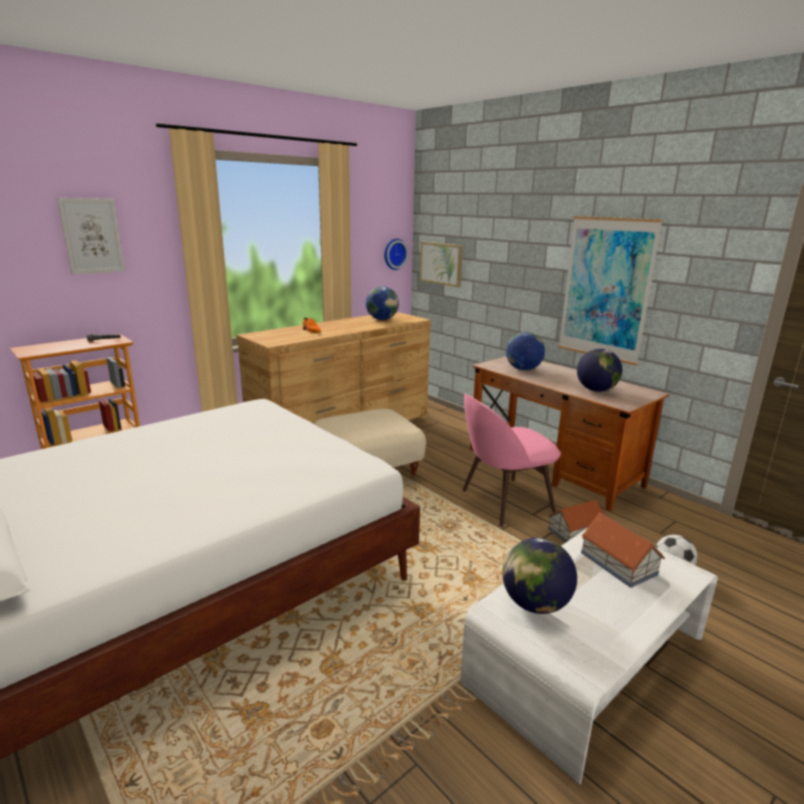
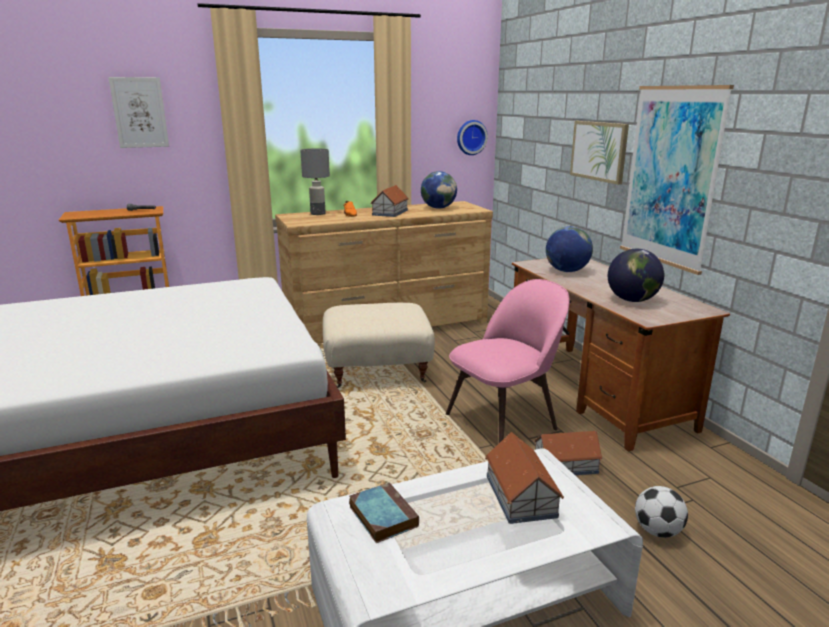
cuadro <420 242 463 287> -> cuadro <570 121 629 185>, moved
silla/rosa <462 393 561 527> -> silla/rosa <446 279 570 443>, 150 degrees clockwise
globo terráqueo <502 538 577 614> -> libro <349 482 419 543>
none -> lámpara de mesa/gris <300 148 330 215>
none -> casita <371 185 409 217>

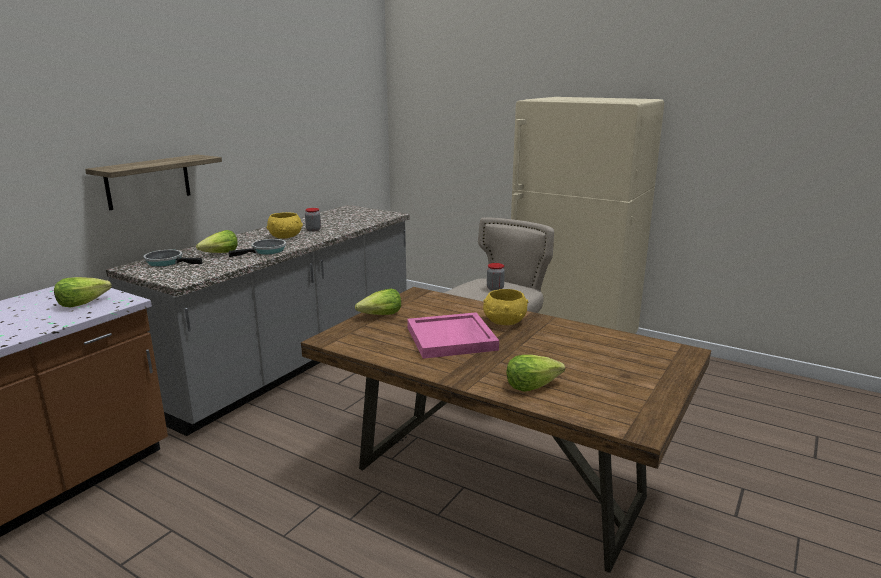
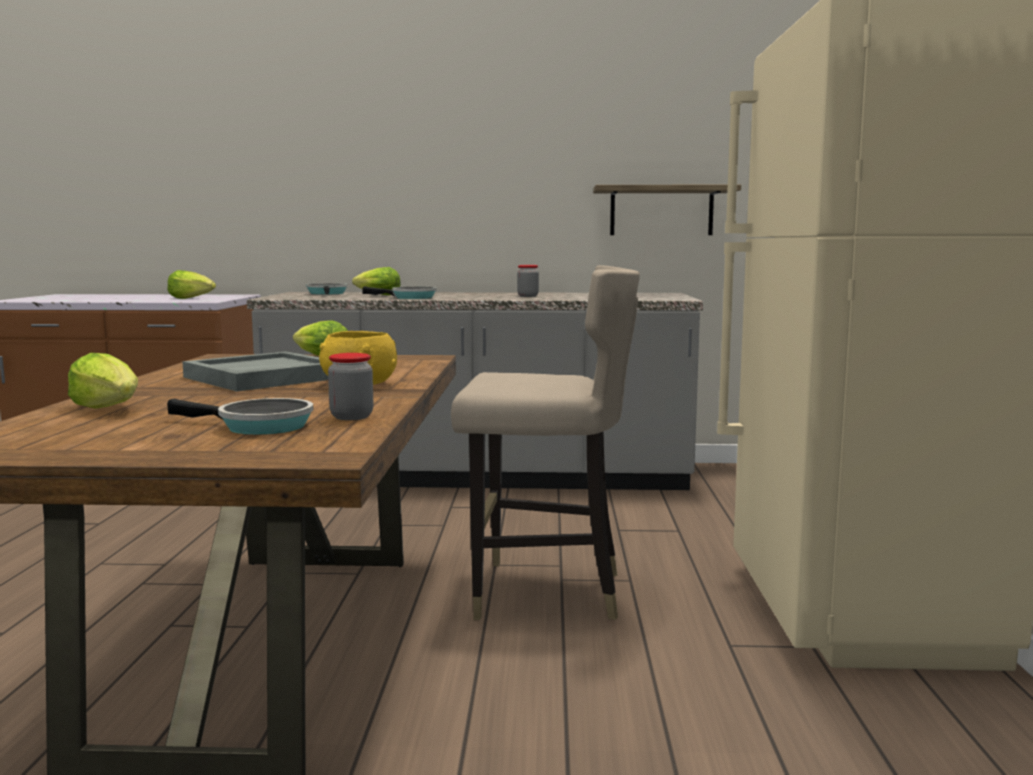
estante <85 155 222 210> -> estante <593 184 741 235>, moved
cuenco/amarillo <267 212 303 239> -> none
tarro <487 263 505 291> -> tarro <328 353 373 420>, moved
bandeja/rosa <407 312 499 359> -> bandeja/gris <182 352 328 391>
none -> sartén <167 398 313 435>

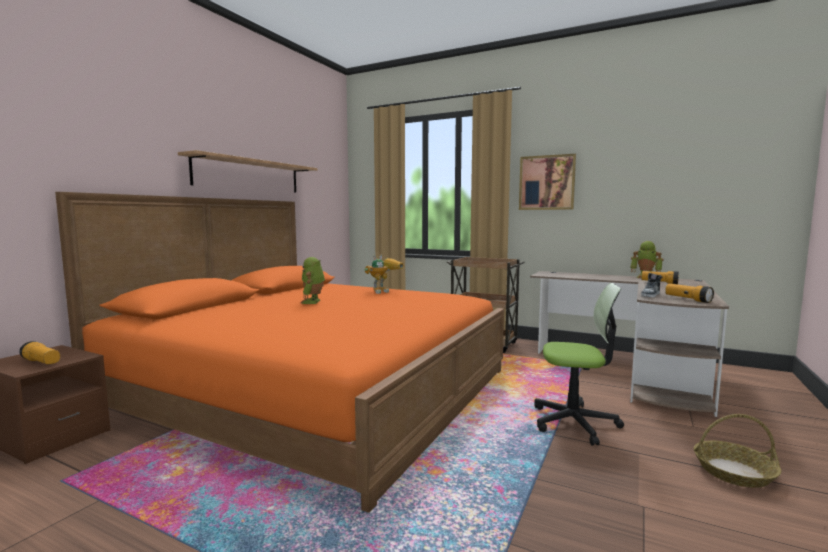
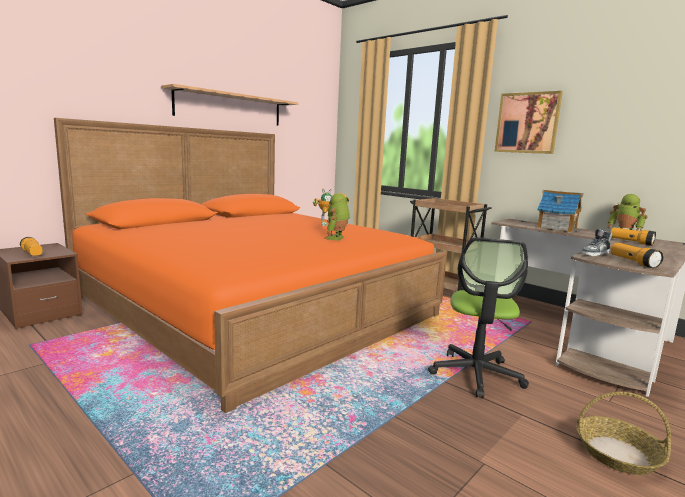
robot de juguete <300 257 325 304> -> robot de juguete <324 193 350 241>, moved
silla de oficina <534 283 624 446> -> silla de oficina <428 237 529 398>, 75 degrees clockwise
none -> casita <537 190 583 233>

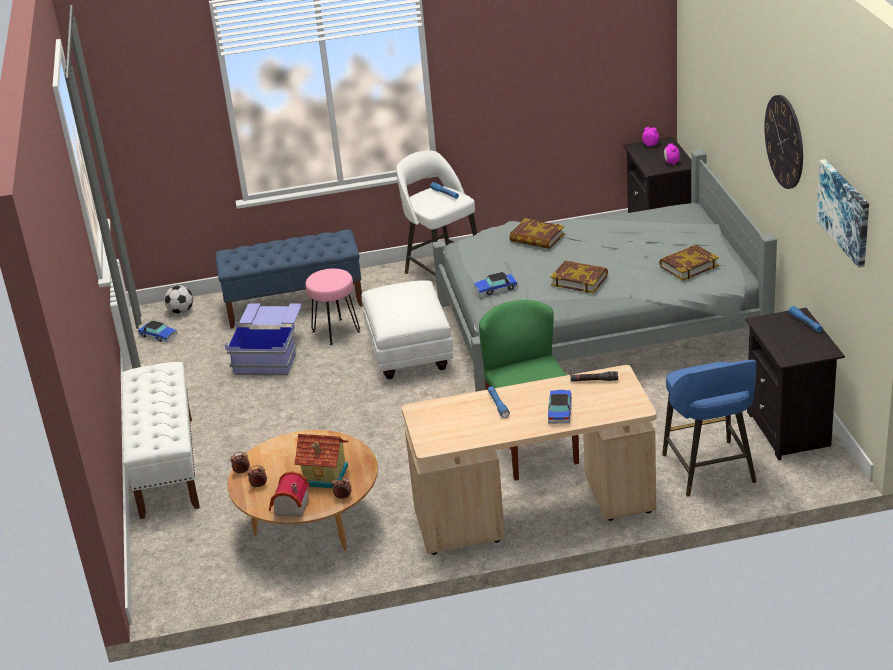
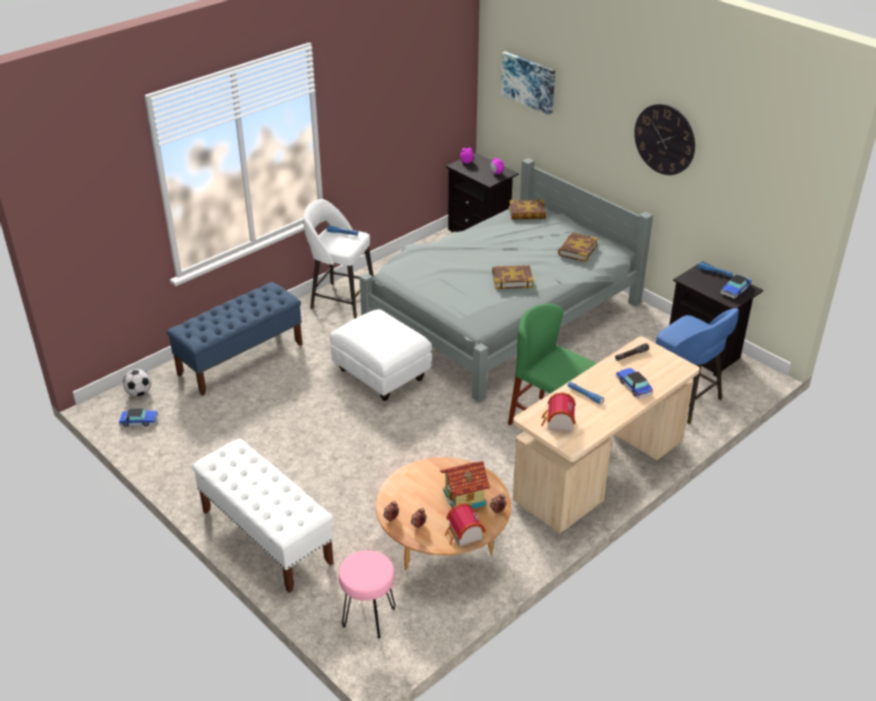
cuadro <816 159 869 268> -> cuadro <501 52 555 115>, moved
libro <510 218 565 249> -> libro <509 199 546 220>, moved
taburete/rosa <305 268 360 345> -> taburete/rosa <339 551 395 638>, moved
coche de juguete <474 272 518 296> -> coche de juguete <720 274 752 299>, moved
caja de almacenaje/azul <225 303 302 375> -> none
none -> casita <541 392 576 432>

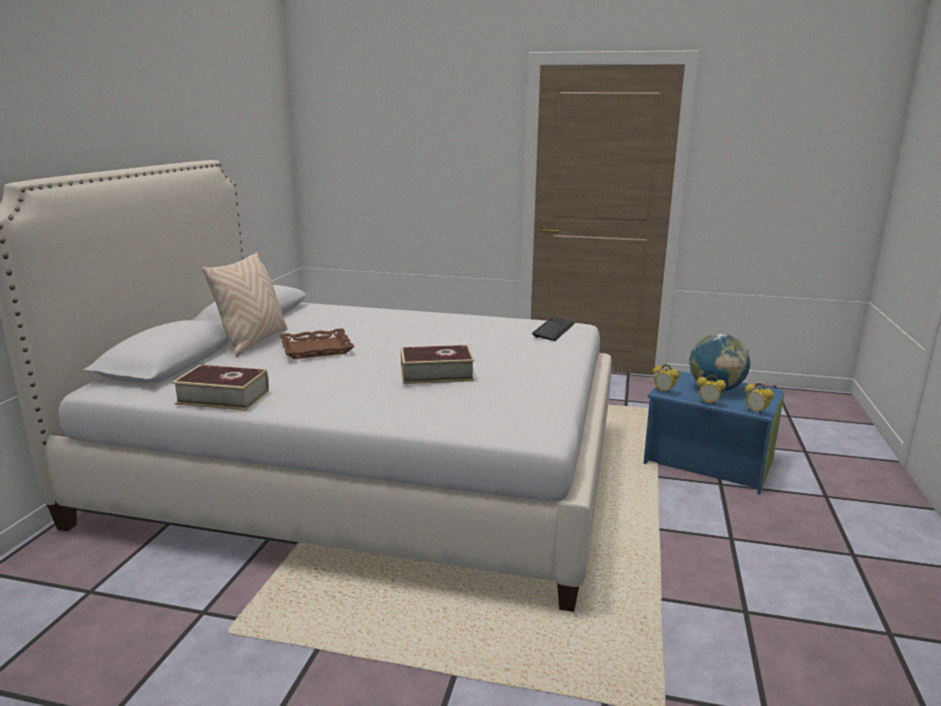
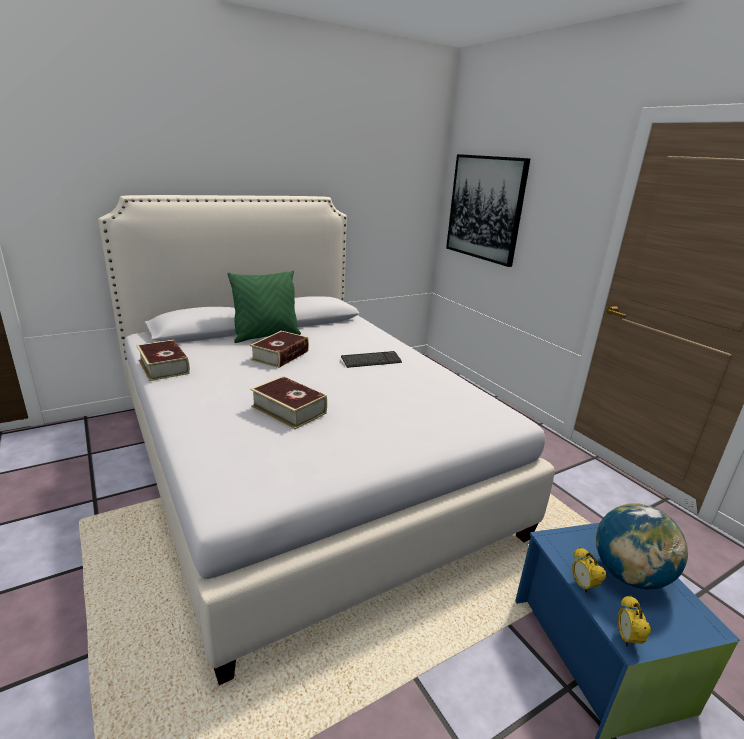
cojín/beis <202 252 288 357> -> cojín/verde <228 271 301 343>
teclado <532 316 575 341> -> teclado <341 351 402 368>, moved
bandeja/marrón <279 328 355 359> -> libro <250 331 309 368>
despertador <653 364 680 394> -> none
none -> cuadro <446 154 530 267>

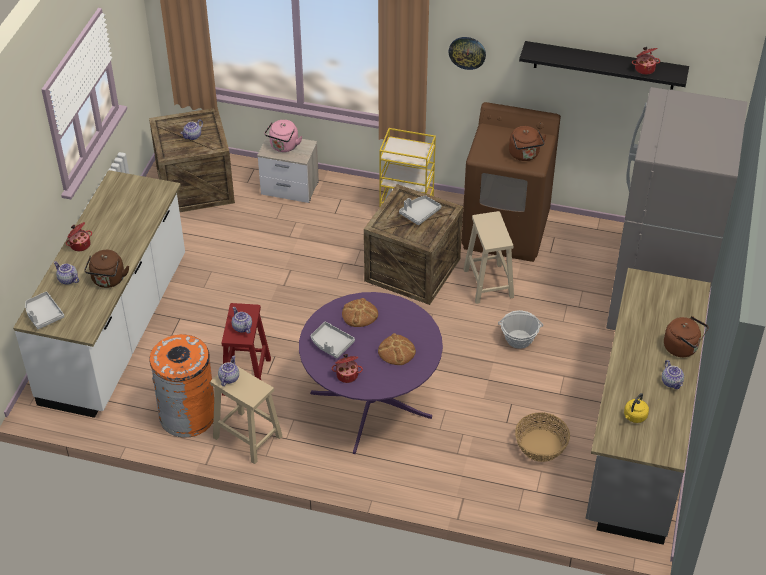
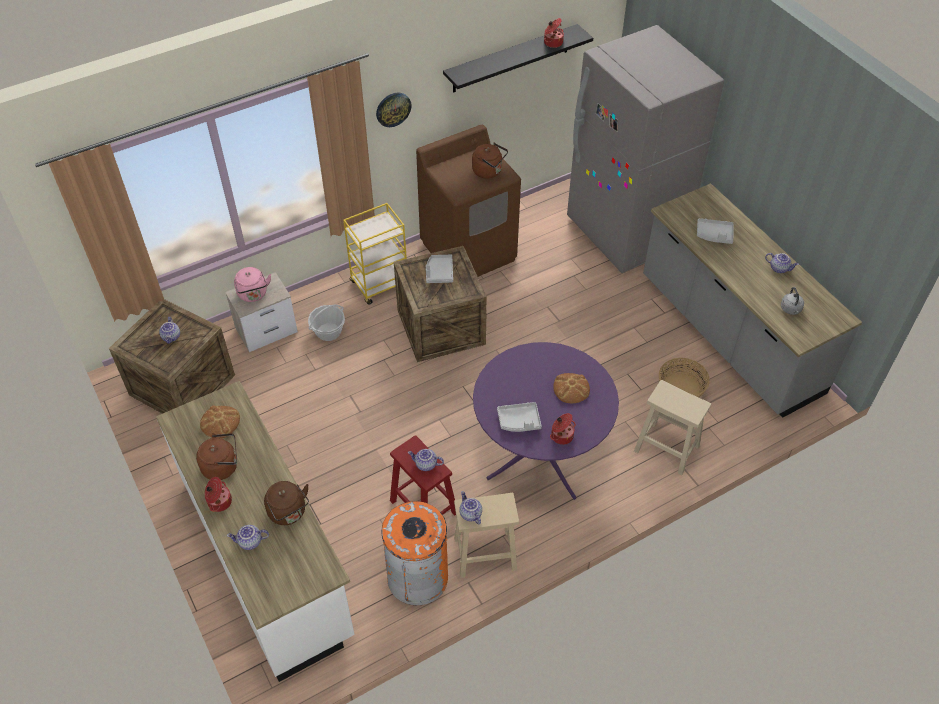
taburete/beis <463 211 514 304> -> taburete/beis <634 380 711 476>, moved
bandeja/gris <25 291 64 329> -> bandeja/gris <697 218 734 244>, moved
pan <342 298 378 327> -> pan <200 406 240 438>, moved
cesta <498 310 543 349> -> cesta <308 304 345 341>, moved
hervidor/marrón <664 316 709 357> -> hervidor/marrón <196 433 237 480>, moved
hervidor/amarillo <624 393 649 423> -> hervidor/gris <781 287 804 315>

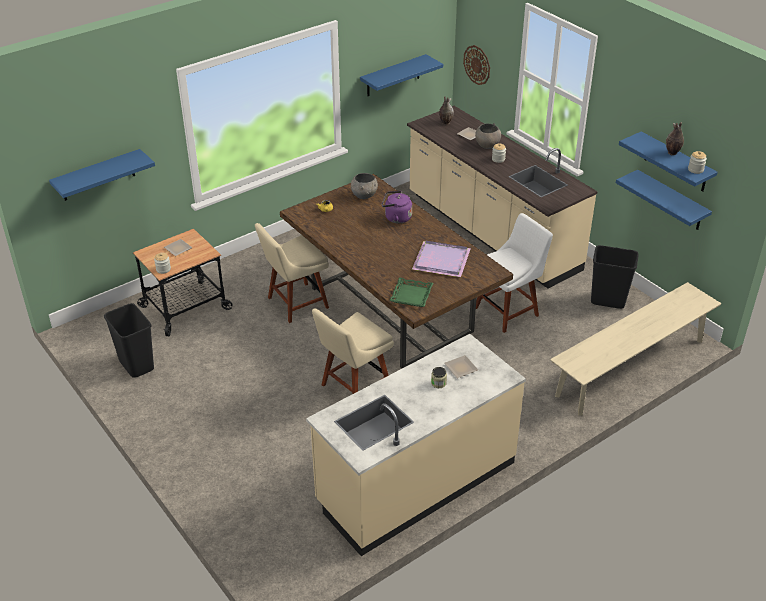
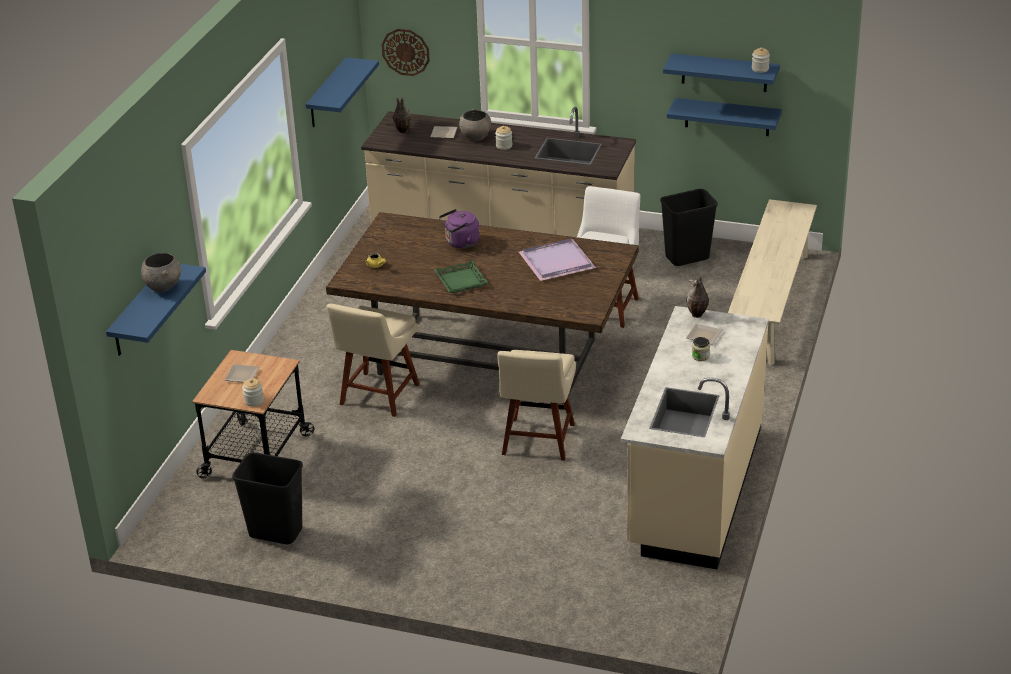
florero <666 122 684 155> -> florero <686 276 709 318>, moved
cuenco/gris <351 173 378 199> -> cuenco/gris <141 253 181 292>, moved
bandeja/verde <389 277 433 307> -> bandeja/verde <434 261 489 293>, moved

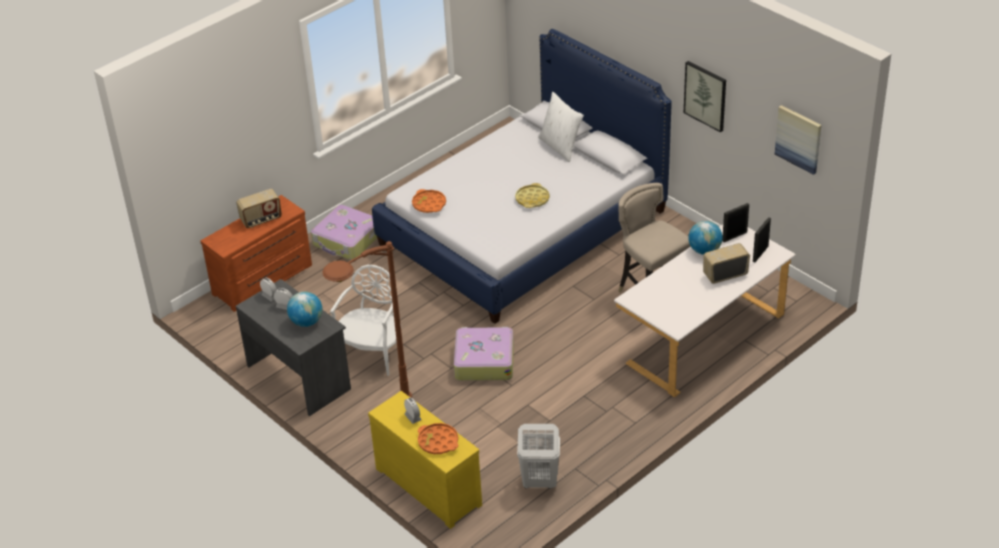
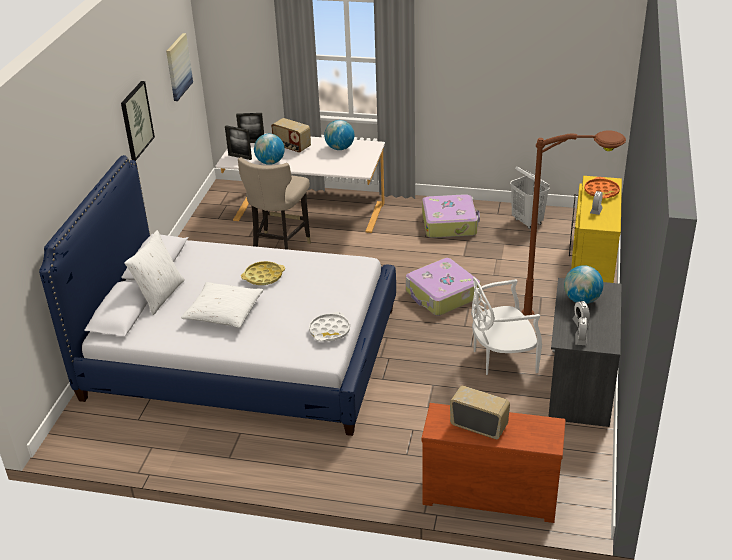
bandeja/naranja <412 189 446 213> -> bandeja/blanco <309 312 350 341>
maleta <311 205 377 260> -> maleta <422 194 480 238>, moved
none -> globo terráqueo <324 120 354 150>
none -> cojín/blanco <181 282 264 328>

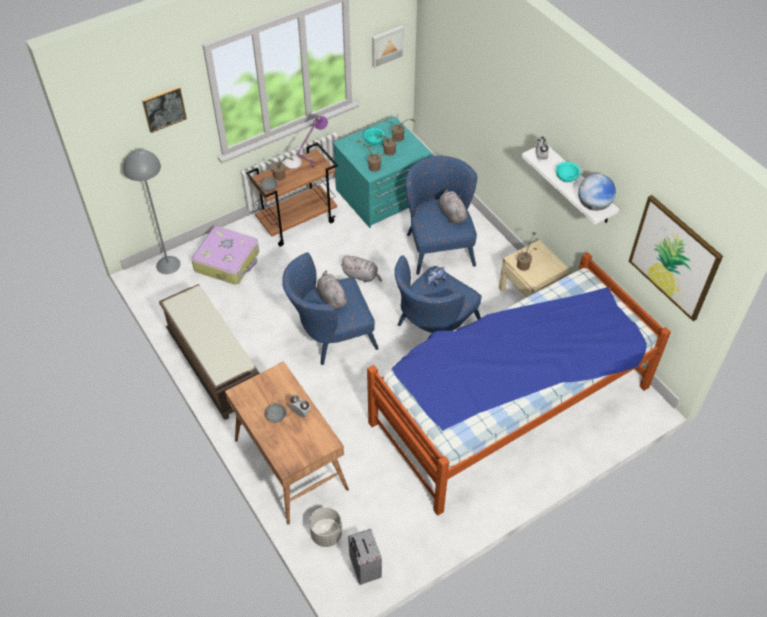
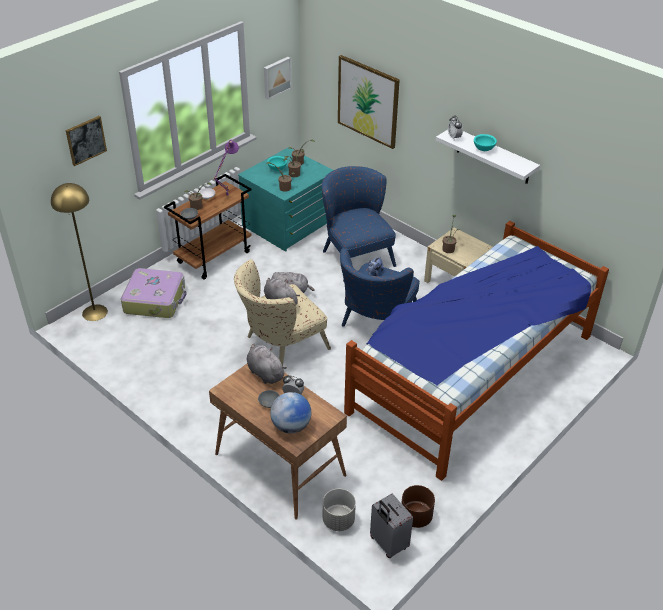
lámpara de pie/gris <123 150 181 274> -> lámpara de pie/amarillo <51 183 108 321>
globo terráqueo <578 174 616 211> -> globo terráqueo <270 392 311 434>, moved
peluche/gris <439 189 469 224> -> peluche/gris <246 343 287 384>, moved
cuadro <629 195 723 321> -> cuadro <338 55 400 149>, moved
sillón/azul <282 252 379 365> -> sillón/beis <234 259 331 366>
banco/marrón <159 284 259 420> -> none
none -> maceta/marrón <401 485 435 528>

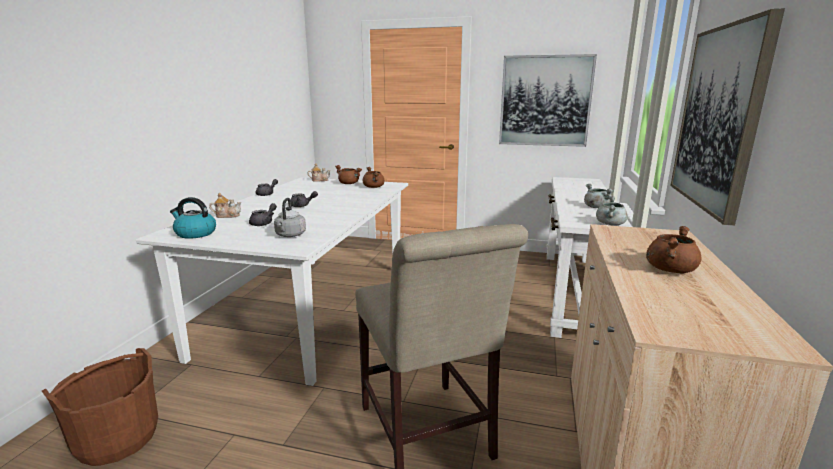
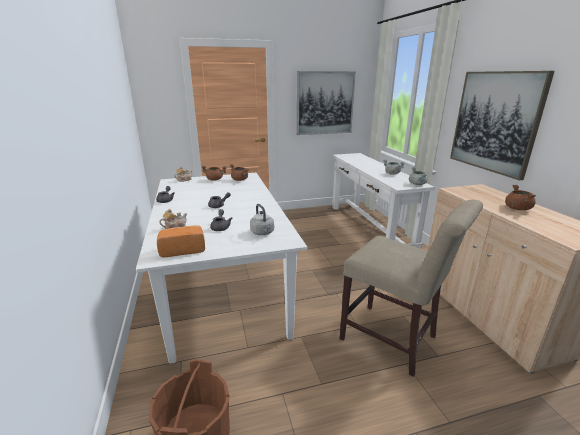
hervidor <170 197 216 239> -> pan <157 225 205 257>

